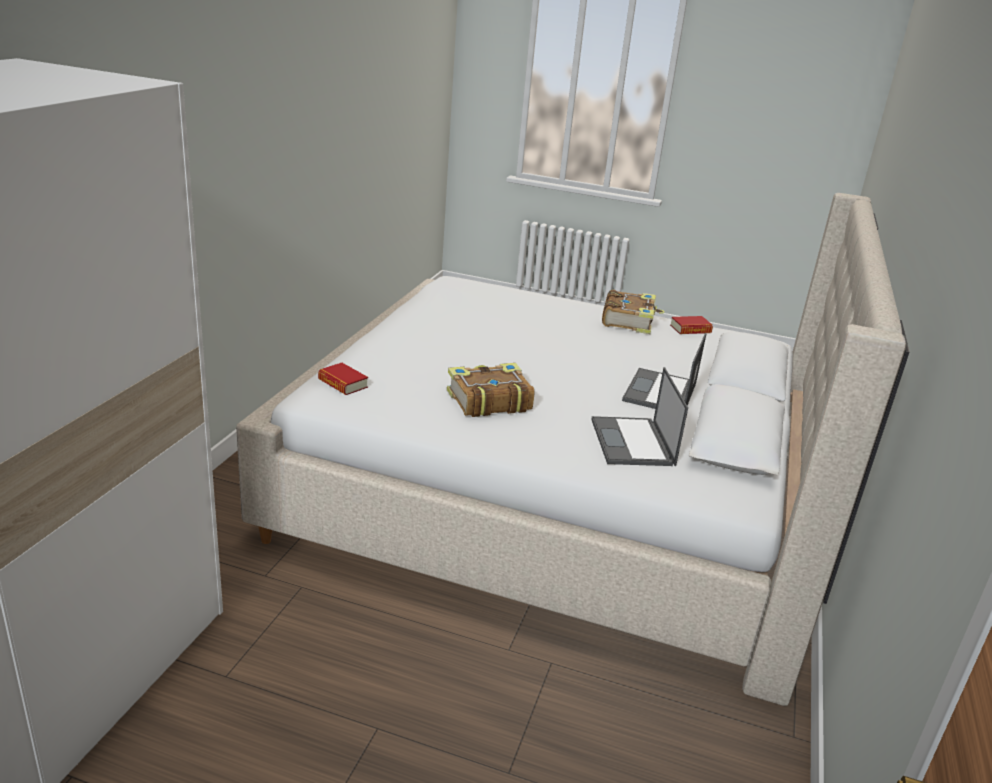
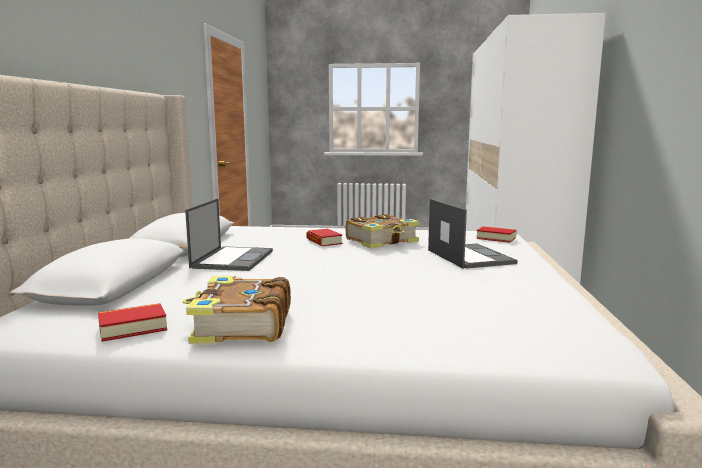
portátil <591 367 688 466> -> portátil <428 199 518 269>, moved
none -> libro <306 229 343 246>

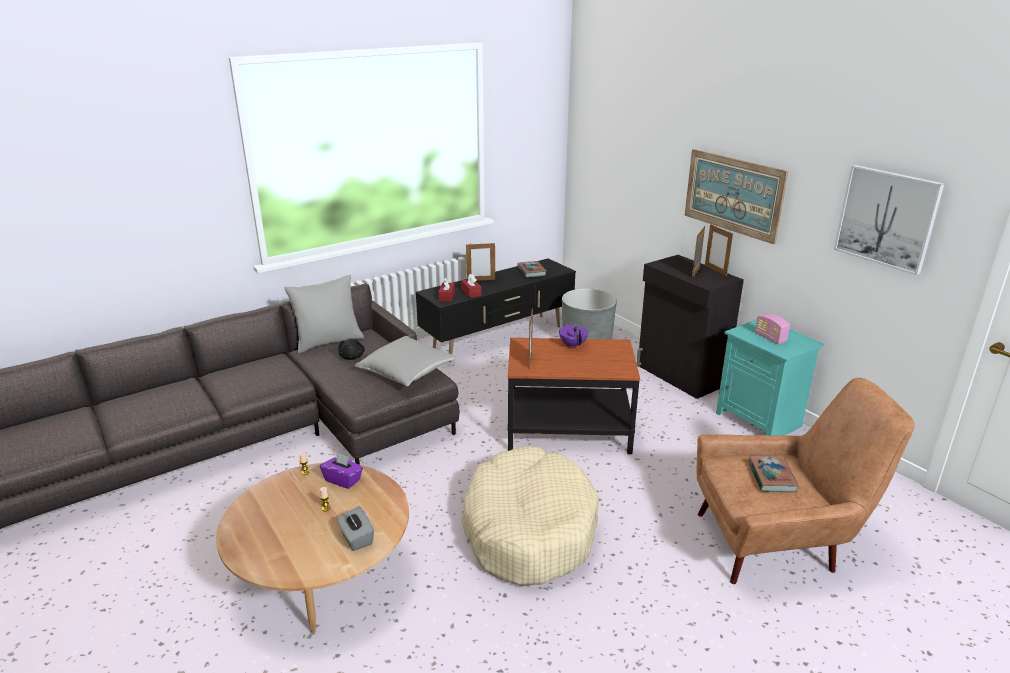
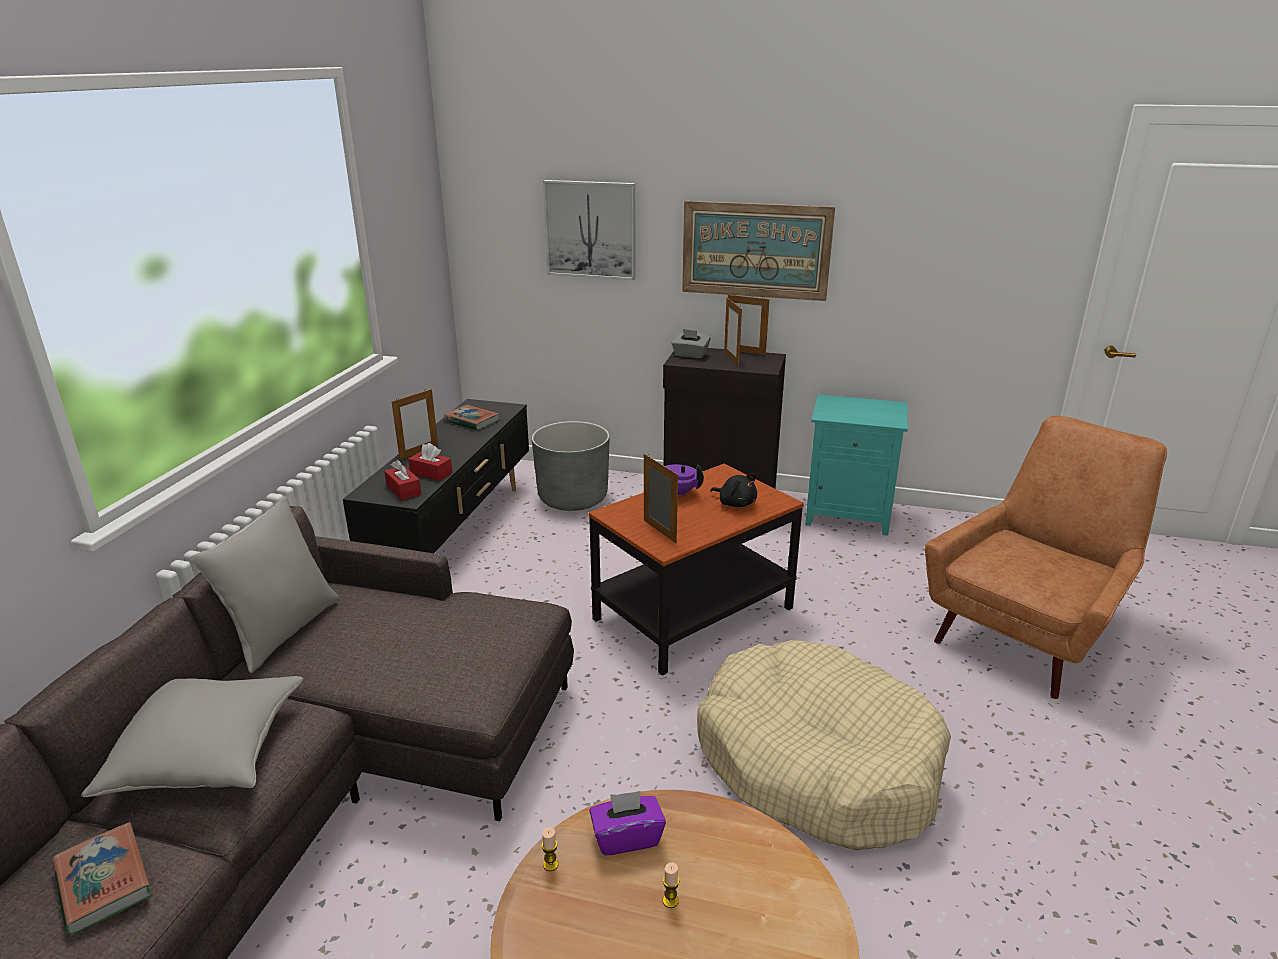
cuadro <834 165 944 275> -> cuadro <543 180 636 280>, moved
radio <755 313 790 344> -> none
cojín/gris <355 336 457 387> -> cojín/gris <81 676 303 797>, moved
peluche/negro <339 339 365 360> -> peluche/negro <710 473 757 507>, moved
libro <748 456 799 492> -> libro <52 822 152 936>, moved
caja de pañuelos/gris <337 506 374 551> -> caja de pañuelos/gris <671 329 711 358>, moved

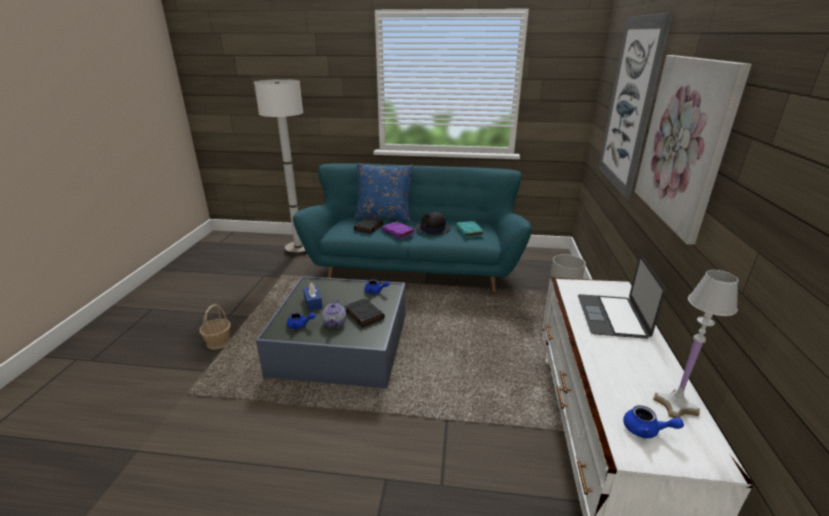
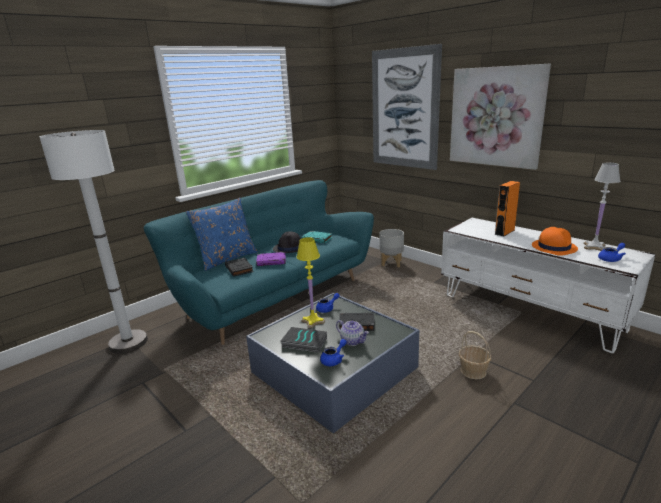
portátil <578 254 666 339> -> altavoz/naranja <494 181 520 237>
caja de pañuelos/azul <303 283 323 311> -> libro <280 327 327 353>
cesta <200 304 231 350> -> cesta <459 331 491 379>, moved
none -> sombrero/naranja <532 227 578 256>
none -> lámpara de mesa/amarillo <297 237 325 328>

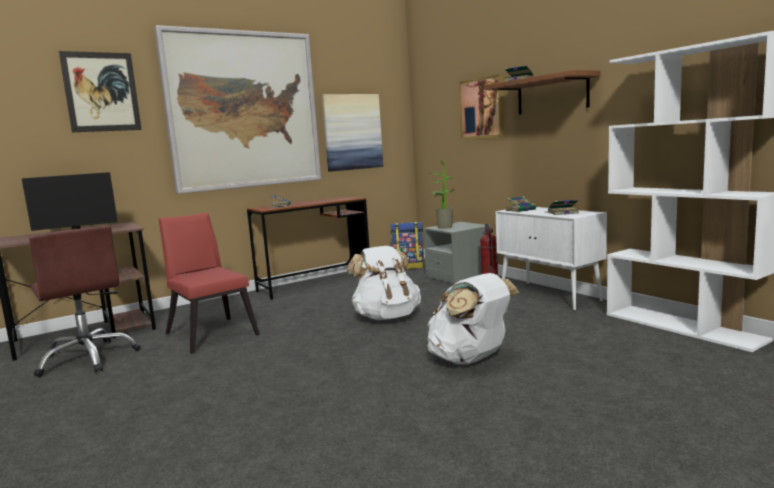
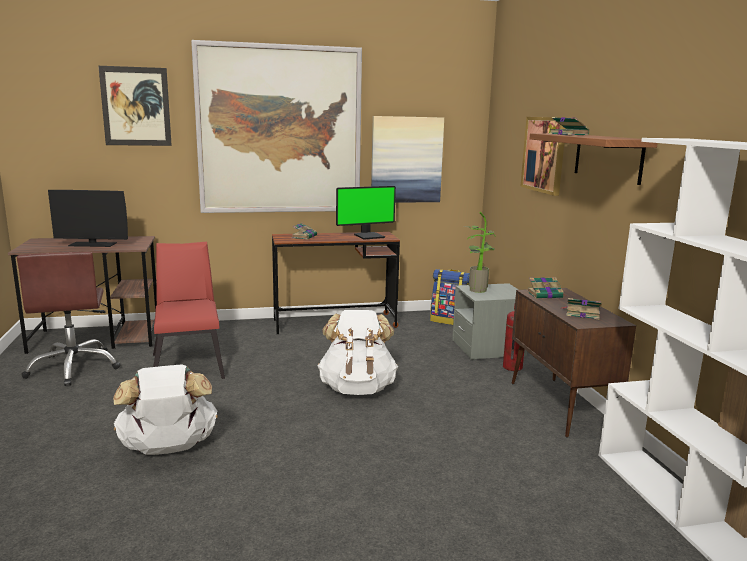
armario/blanco <496 207 607 311> -> armario/marrón <512 288 636 438>
mochila/blanco <427 273 519 365> -> mochila/blanco <113 364 218 455>, moved
none -> monitor <336 186 396 240>

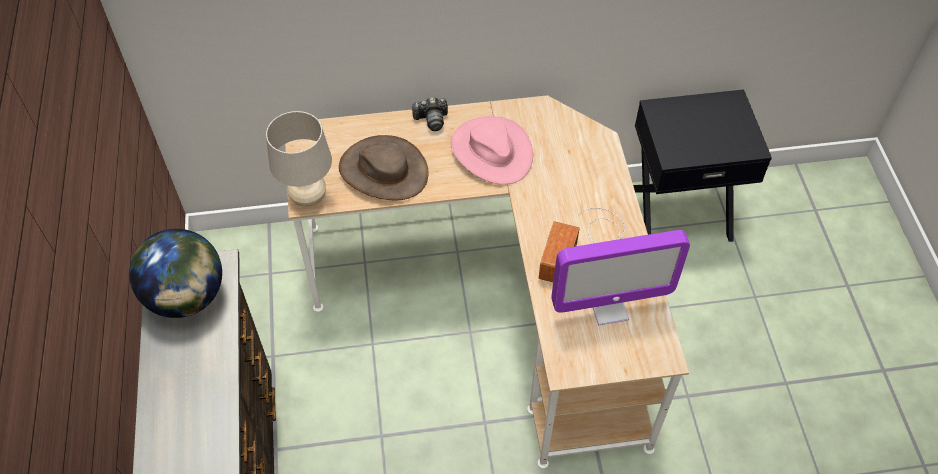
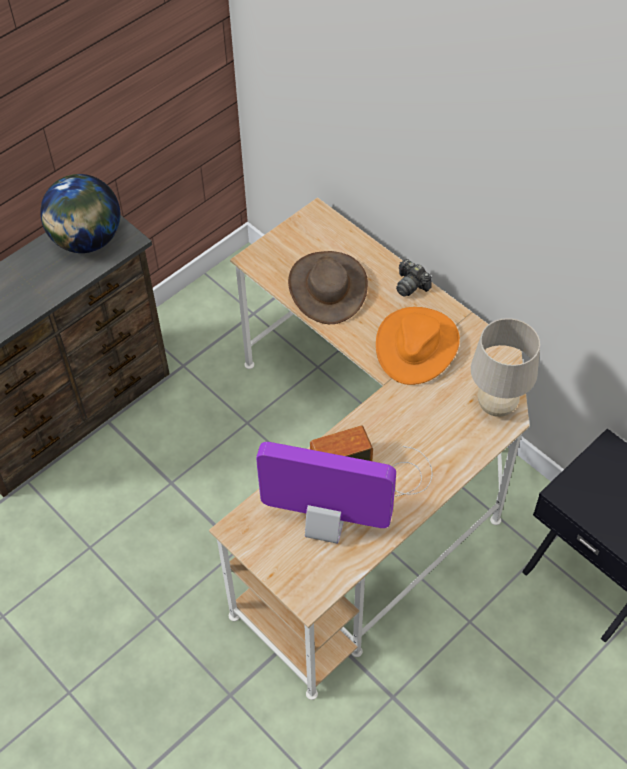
lámpara de mesa/beis <266 111 332 207> -> lámpara de mesa/beis <471 318 540 417>, moved
sombrero/rosa <451 116 533 185> -> sombrero/naranja <376 307 460 385>
monitor <551 230 690 325> -> monitor <256 442 396 544>, 150 degrees clockwise

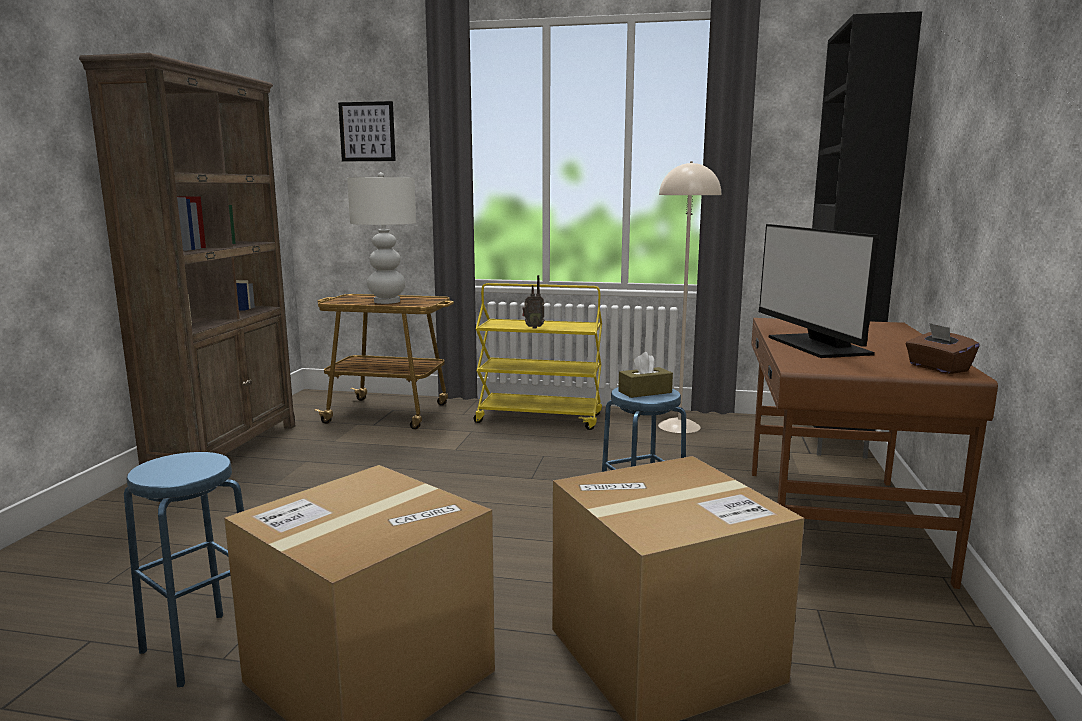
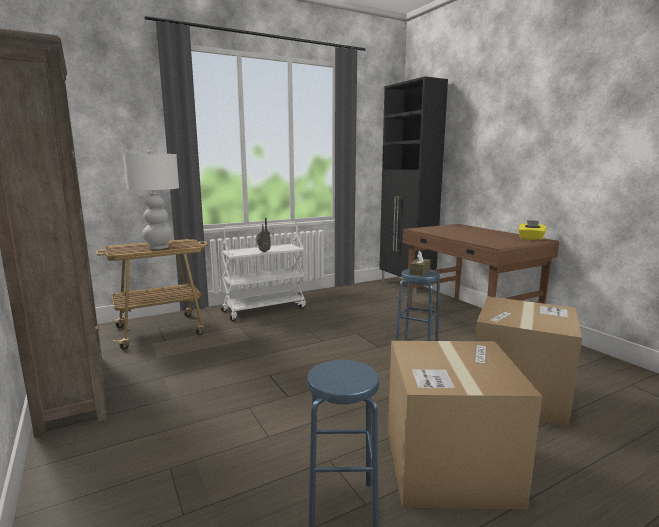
cuadro <338 101 396 161> -> none
lámpara de pie/beis <658 161 721 433> -> none
monitor <759 224 879 358> -> none
carrito/amarillo <473 283 602 430> -> carrito/blanco <221 221 306 321>
caja de pañuelos/marrón <906 323 980 374> -> caja de pañuelos/amarillo <519 220 546 240>

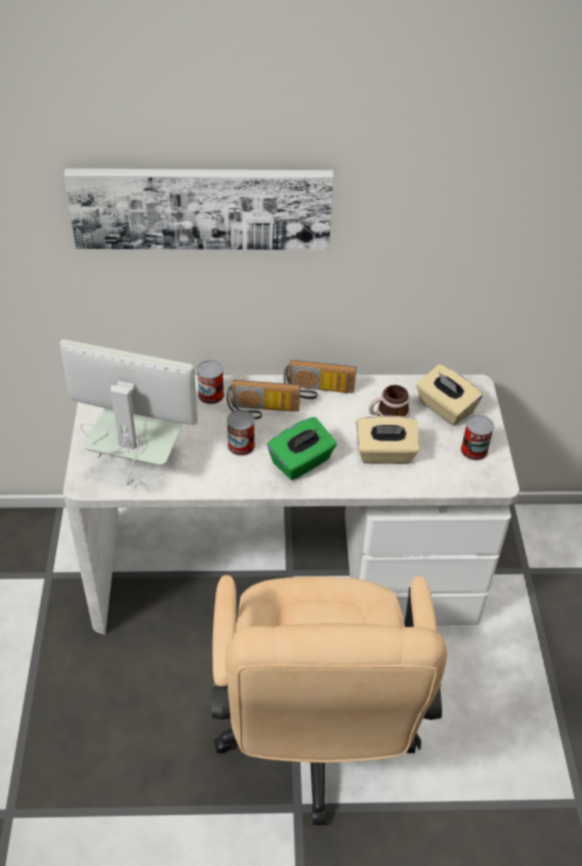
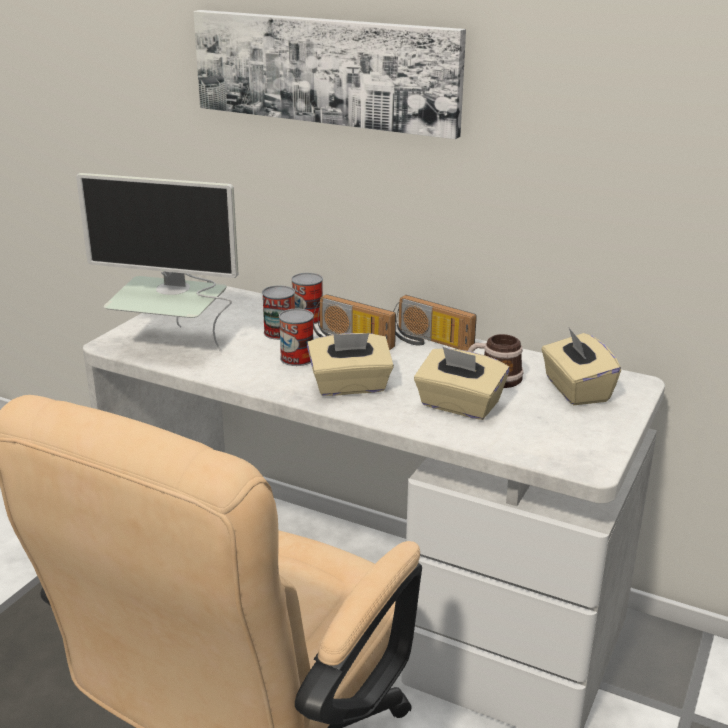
monitor <60 339 198 486> -> monitor <76 173 238 351>, 150 degrees clockwise
lata <461 415 494 461> -> lata <262 285 295 340>, moved
caja de pañuelos/verde <267 417 337 480> -> caja de pañuelos/beis <307 333 394 396>

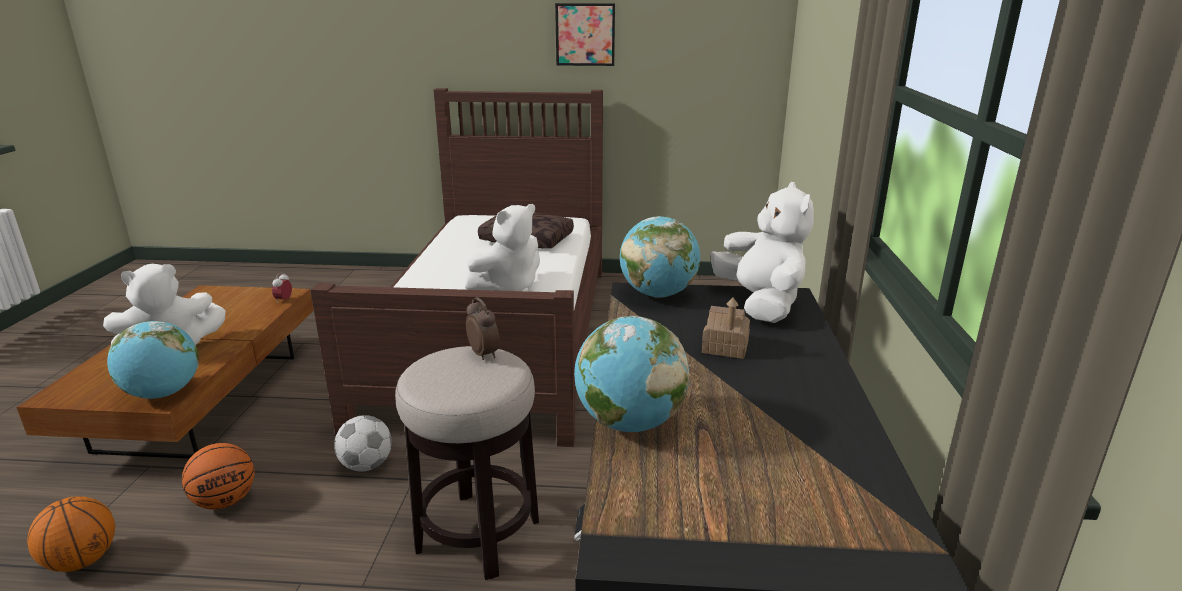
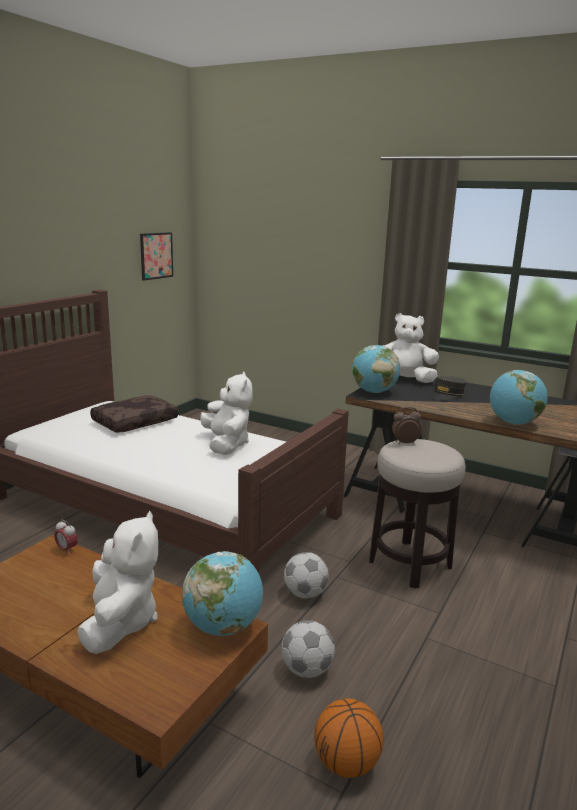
cuadro <555 3 615 66> -> cuadro <140 232 173 281>, moved
casita <702 298 750 359> -> gorra/gris <431 376 466 400>
balón de baloncesto <182 443 255 510> -> balón de fútbol <281 620 335 678>

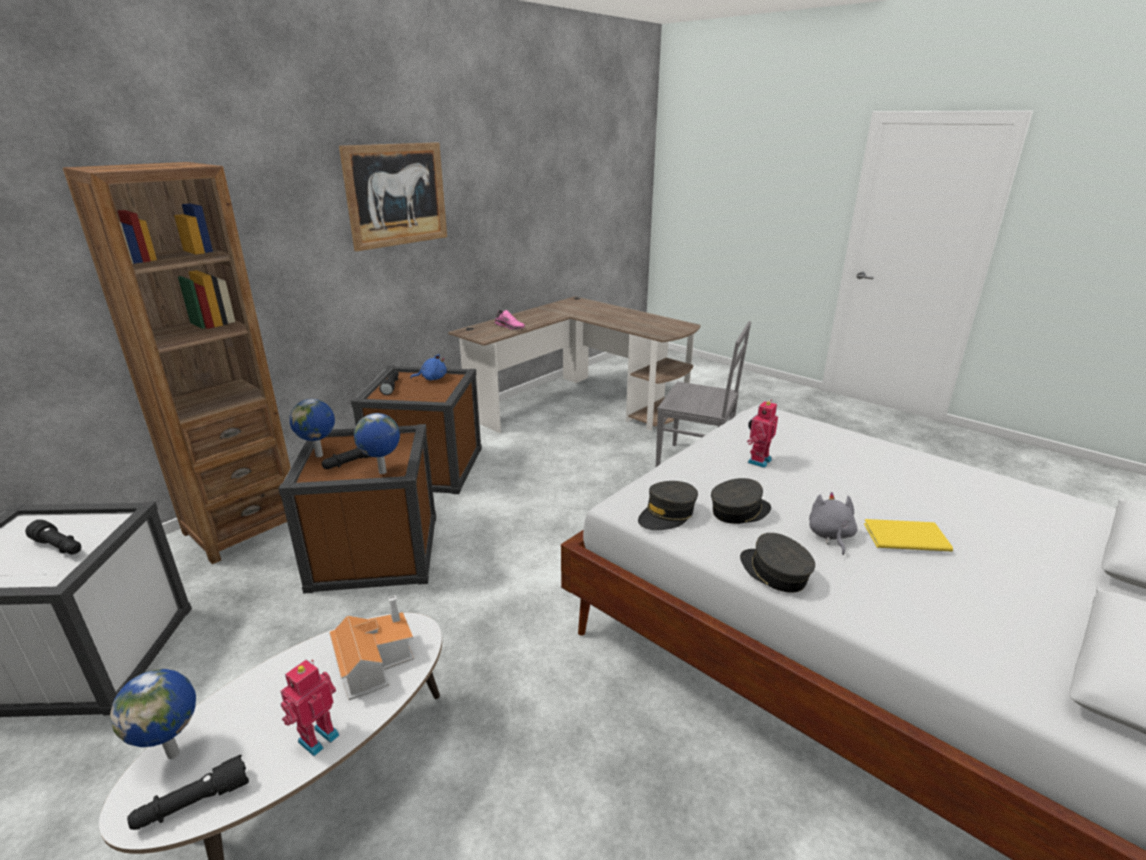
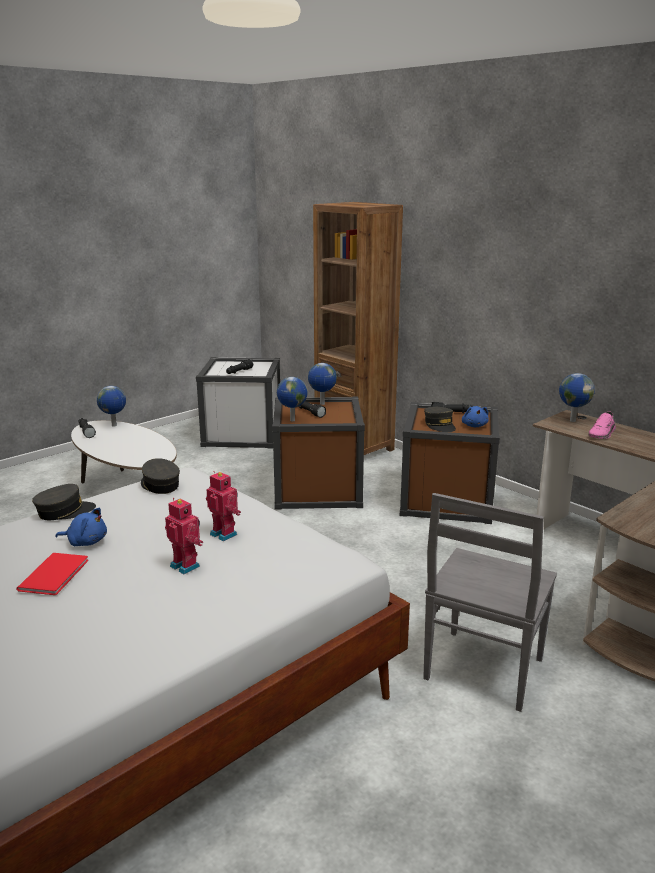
cuadro <339 142 447 251> -> none
gorra/gris <711 478 771 524> -> gorra/gris <424 407 456 432>, moved
peluche/gris <809 492 857 555> -> peluche/azul <55 508 107 546>
libro/amarillo <864 519 953 551> -> libro/rojo <16 553 88 595>
casita <329 595 414 700> -> none
robot de juguete <280 659 339 756> -> robot de juguete <165 498 203 574>, moved
none -> globo terráqueo <559 373 595 422>

